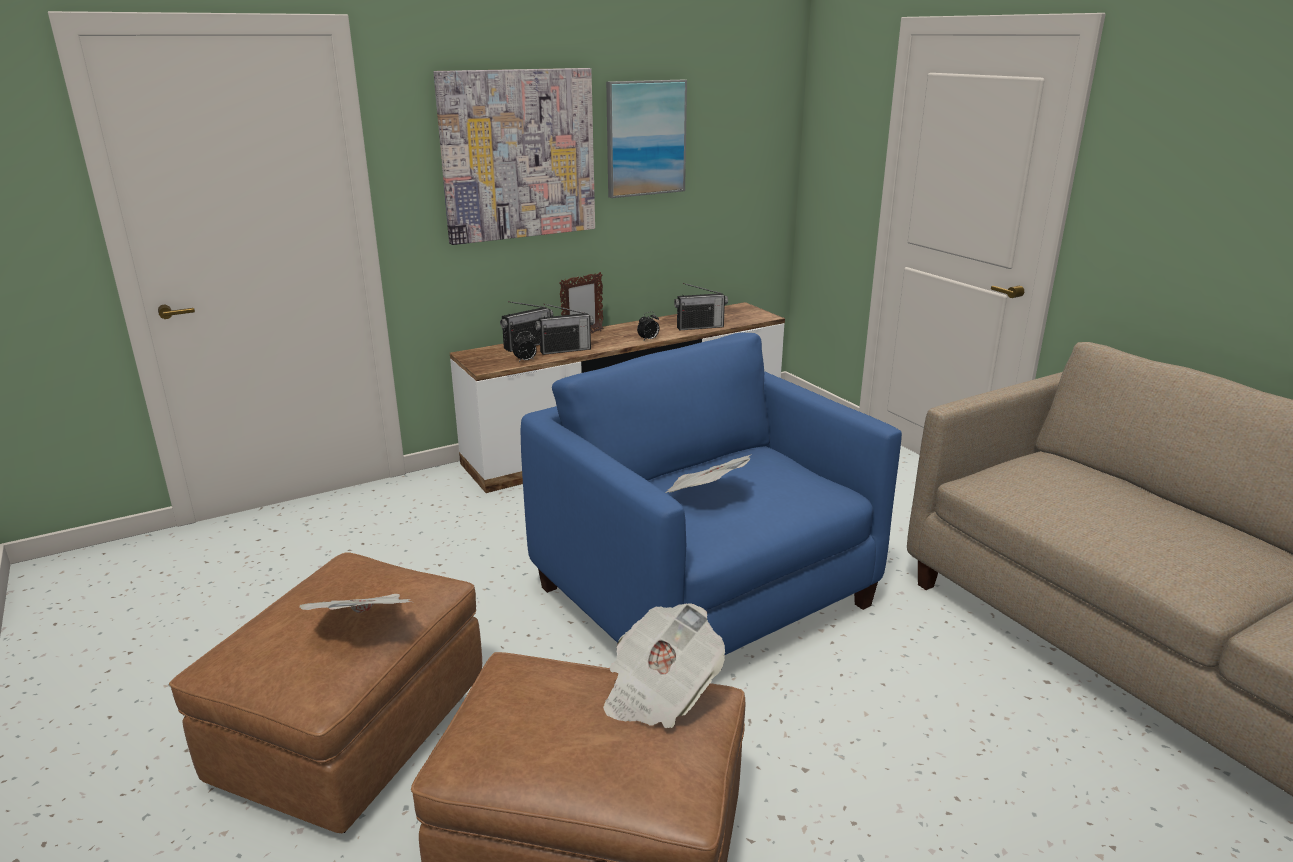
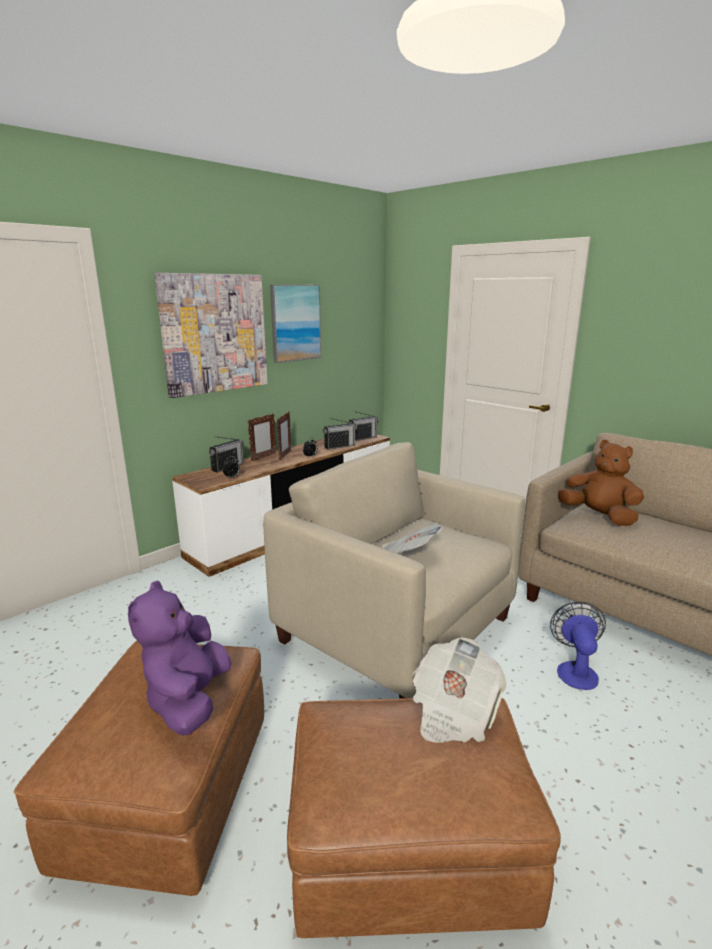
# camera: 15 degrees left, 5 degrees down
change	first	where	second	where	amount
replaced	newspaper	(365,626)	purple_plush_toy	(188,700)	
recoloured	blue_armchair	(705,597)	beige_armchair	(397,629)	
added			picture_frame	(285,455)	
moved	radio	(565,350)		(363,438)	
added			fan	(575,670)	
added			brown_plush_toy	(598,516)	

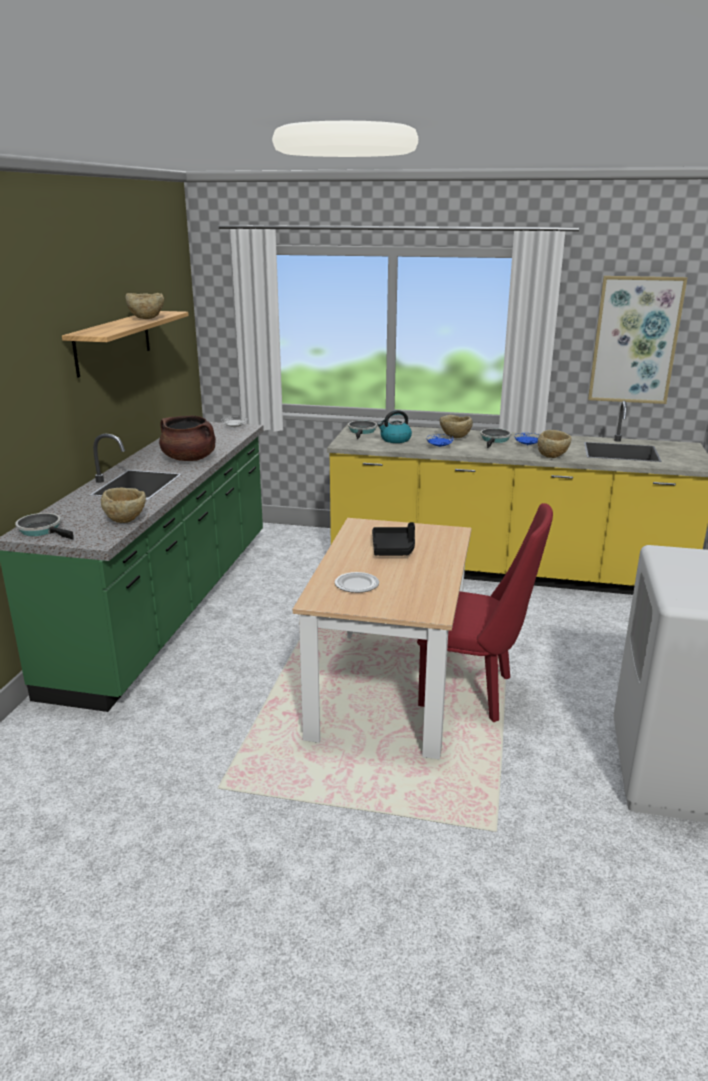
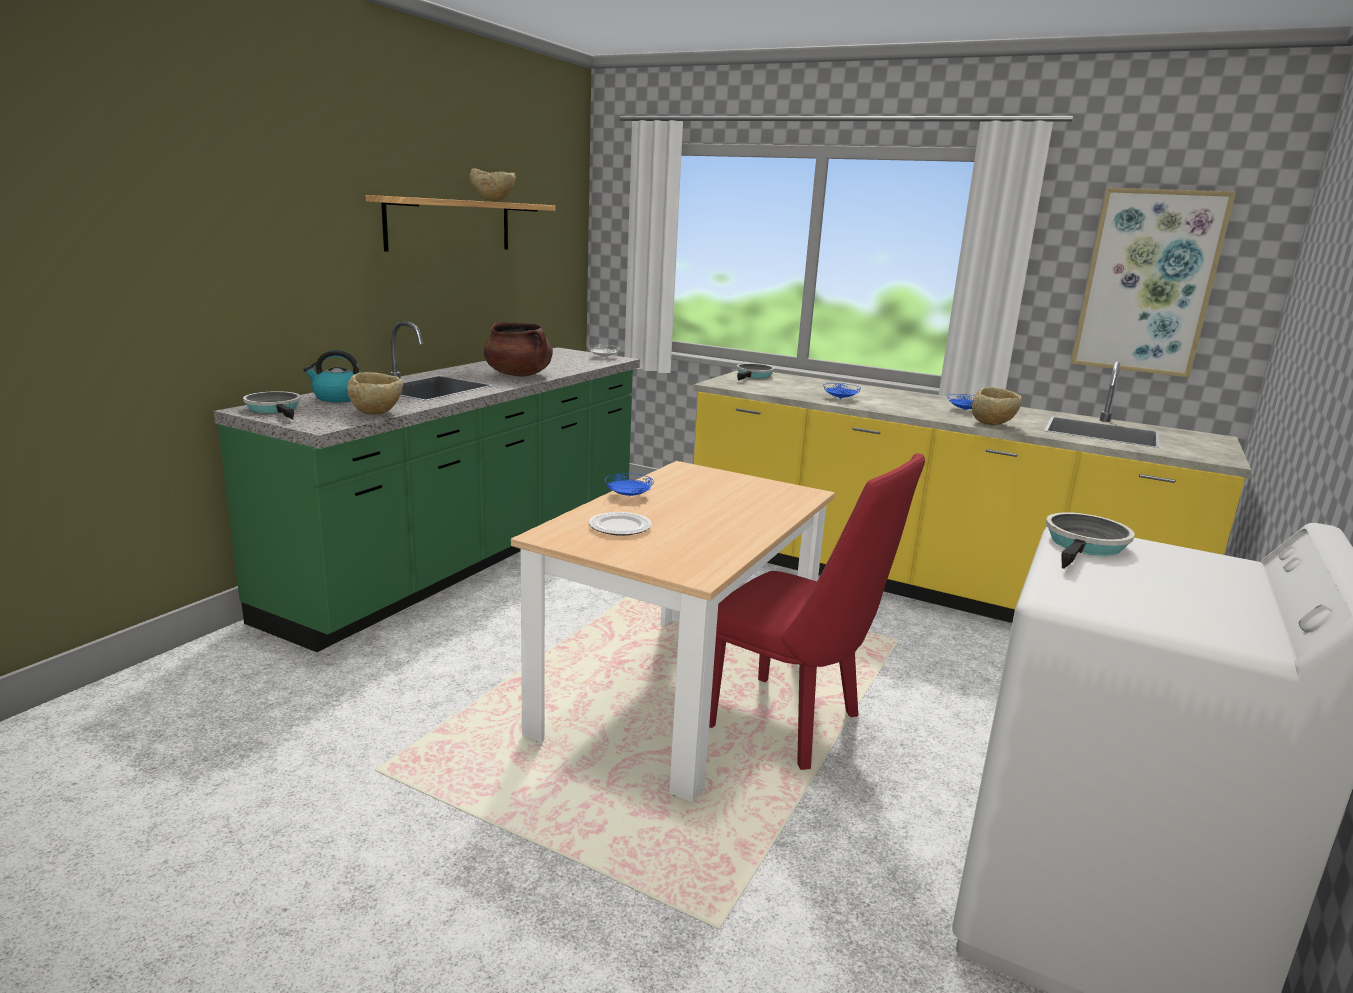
# camera: 15 degrees right, 5 degrees down
change	first	where	second	where	amount
moved	kettle	(395,440)		(338,398)	
added			blue_plate	(628,496)	
moved	frying_pan	(495,440)		(1085,545)	
removed	black_tray	(393,549)			
removed	beige_bowl	(455,438)			

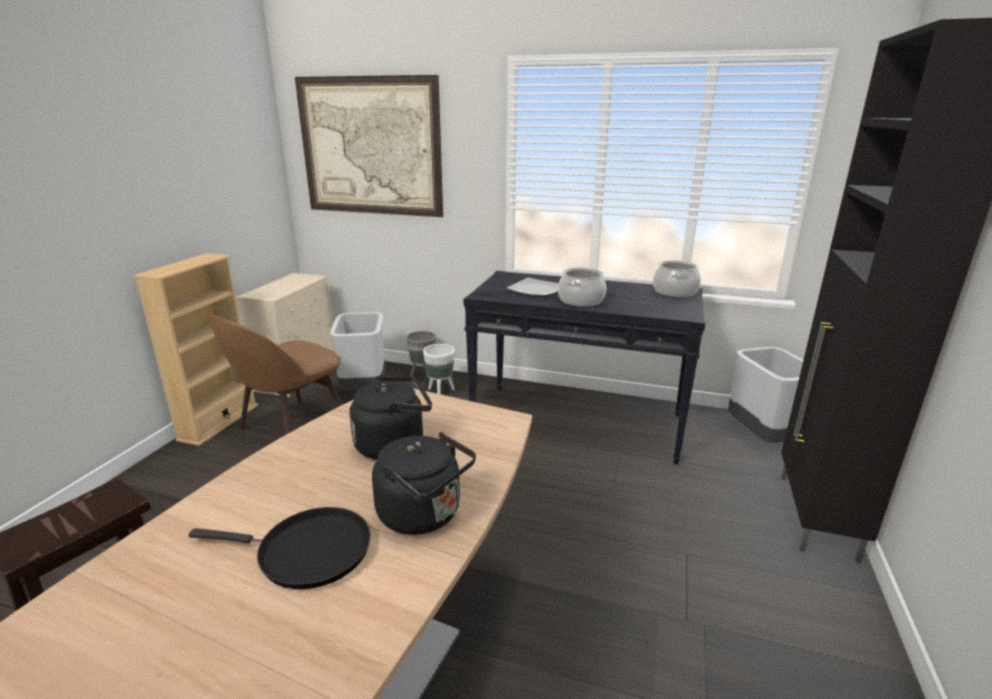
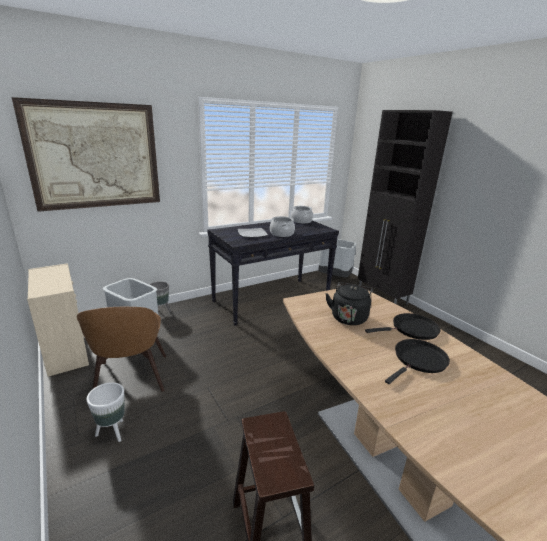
# camera: 50 degrees left, 0 degrees up
change	first	where	second	where	amount
moved	white_planter	(440,392)		(112,432)	
replaced	black_kettle	(424,515)	black_frying_pan	(412,329)	
removed	beige_bookcase	(219,422)			

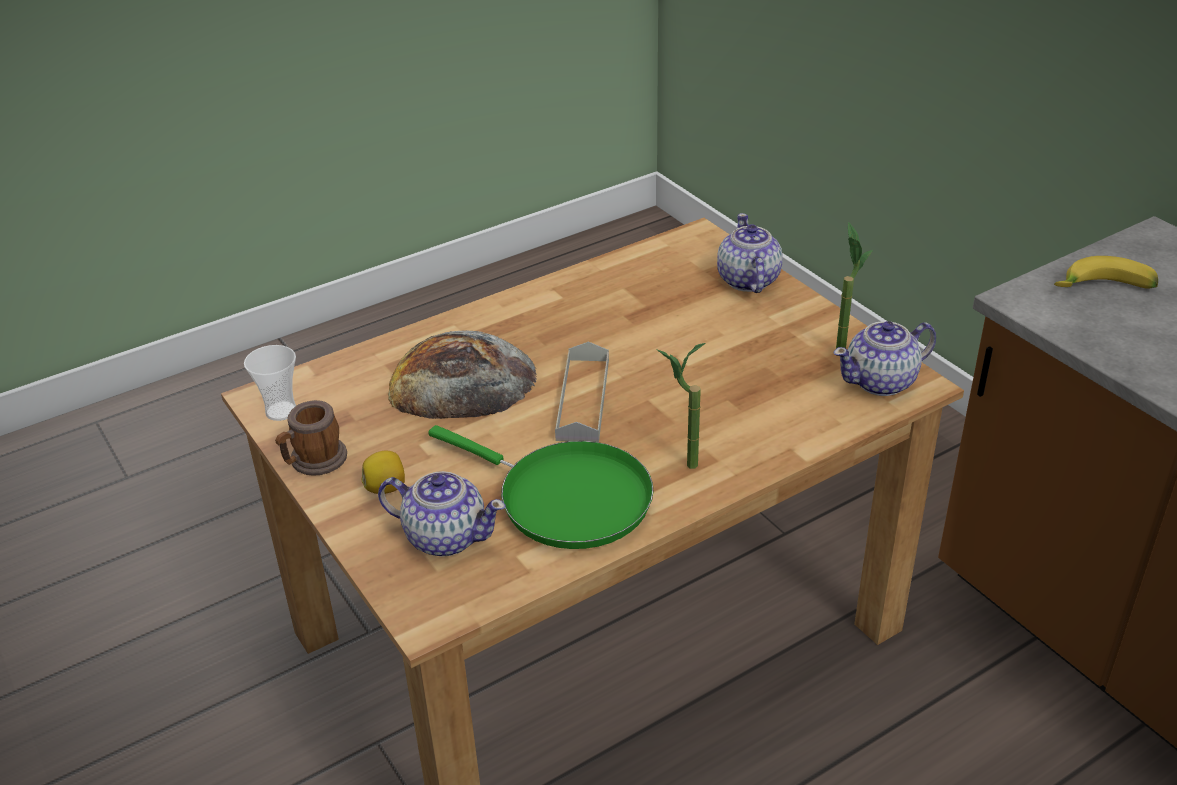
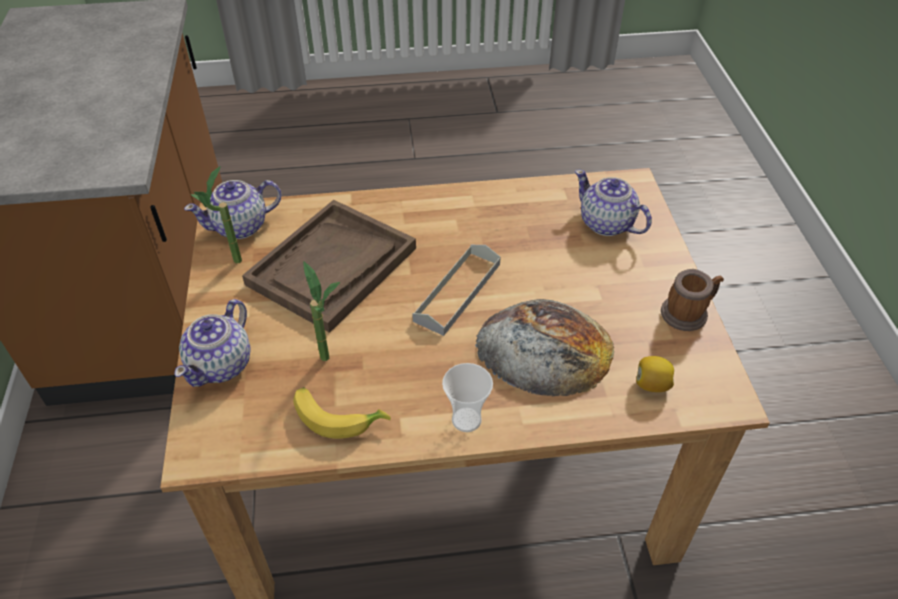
# camera: 155 degrees left, 10 degrees up
change	first	where	second	where	amount
turned	teapot	(881,381)		(241,226)	150 degrees clockwise
added			brown_tray	(332,267)	
moved	banana	(1104,290)		(338,416)	
moved	potted_plant	(680,464)		(332,362)	
moved	cup	(281,411)		(466,419)	
moved	lemon	(386,487)		(651,384)	
removed	green_frying_pan	(566,498)			

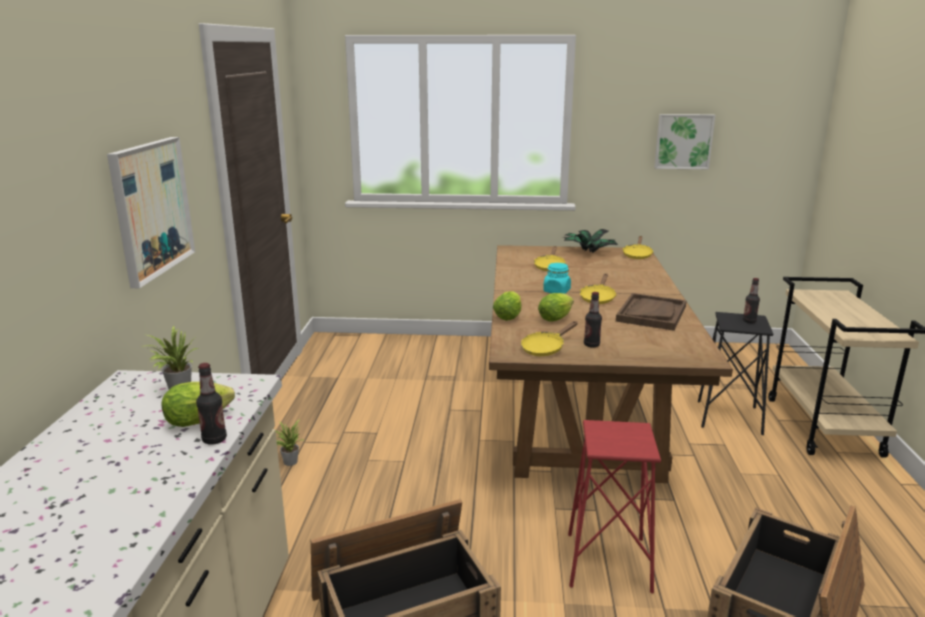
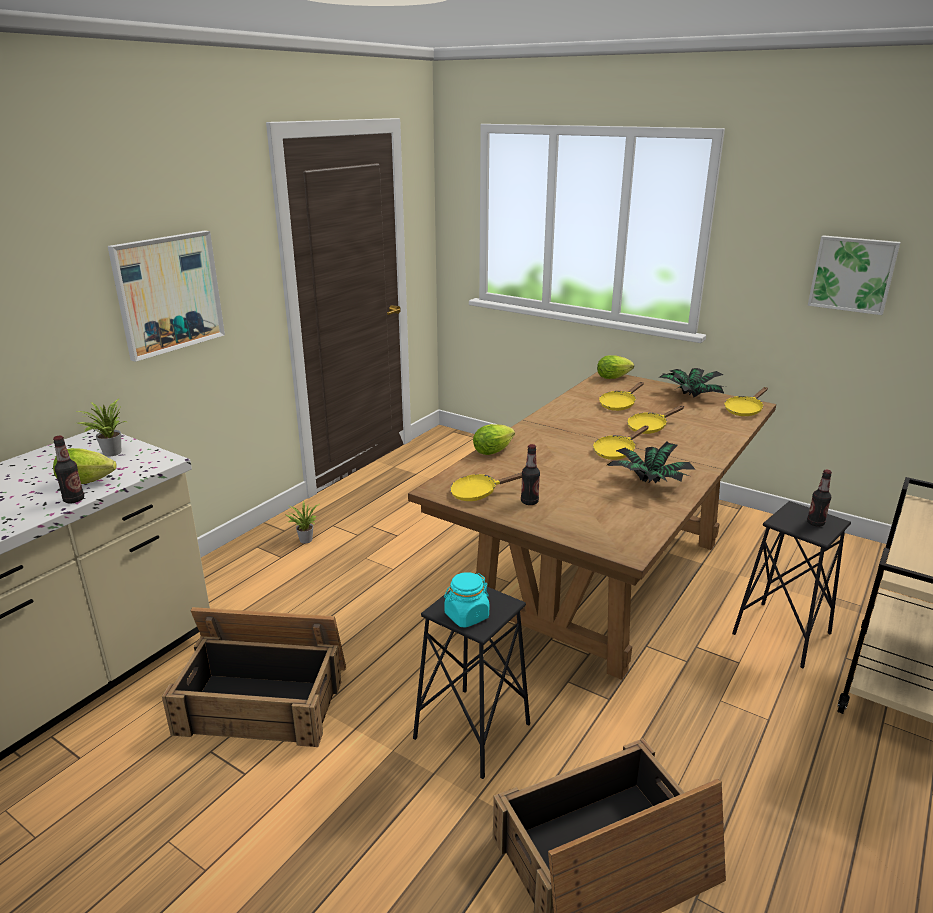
# camera: 30 degrees right, 5 degrees up
change	first	where	second	where	amount
recoloured	red_stool	(607,562)	black_stool	(472,731)	
moved	turquoise_jar	(556,291)		(466,616)	
moved	lettuce	(557,318)		(615,377)	
replaced	brown_tray	(651,314)	potted_plant	(649,484)	
added			yellow_frying_pan	(649,427)	

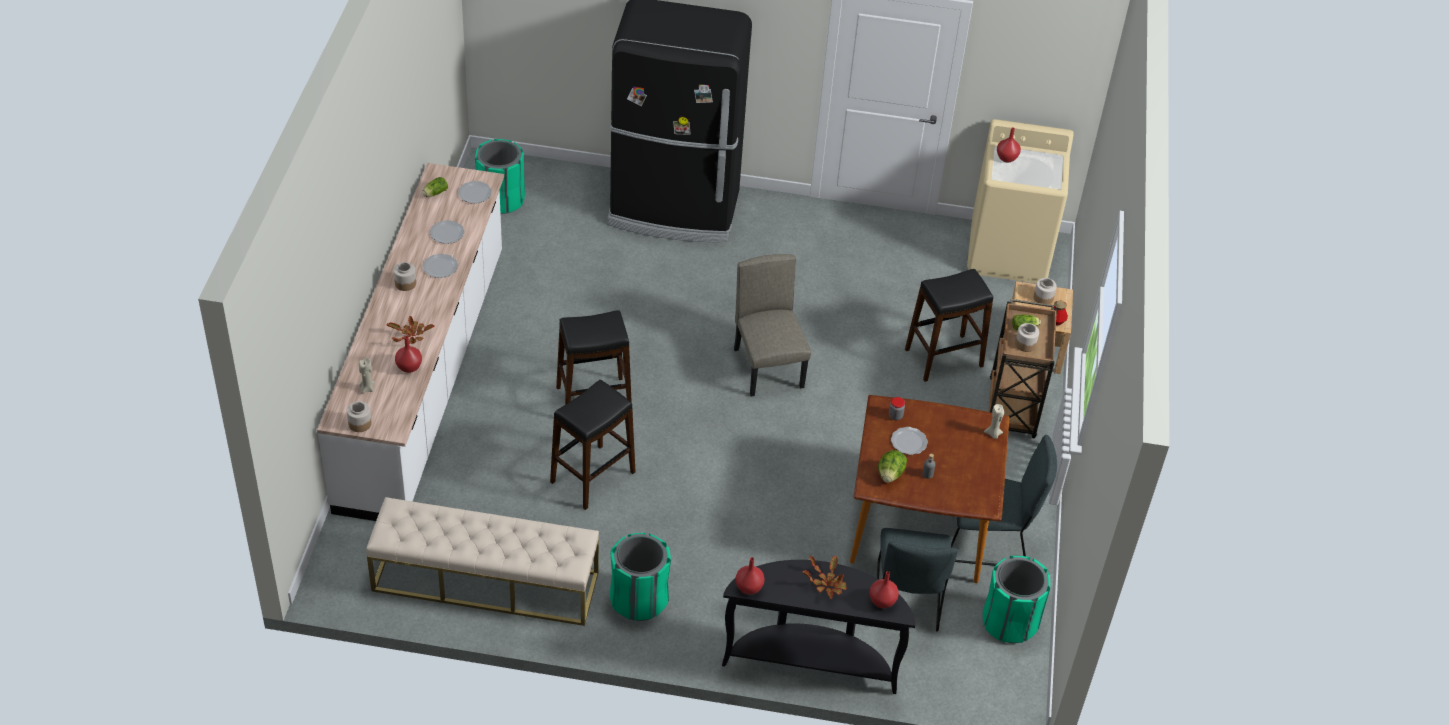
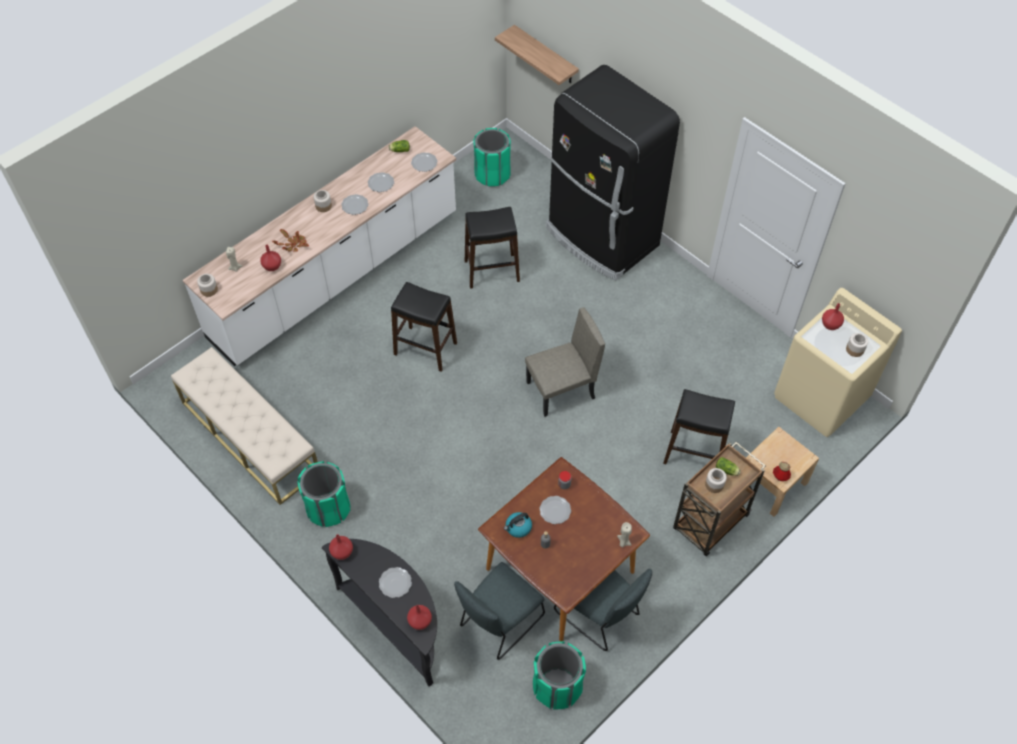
# camera: 40 degrees right, 10 degrees up
change	first	where	second	where	amount
replaced	potted_plant	(827,584)	plate	(395,583)	
moved	black_stool	(593,477)		(492,271)	
added			shelf	(545,55)	
replaced	lettuce	(890,475)	kettle	(518,528)	
turned	beige_chair	(769,368)		(561,390)	45 degrees clockwise
moved	jar	(1043,298)		(855,349)	

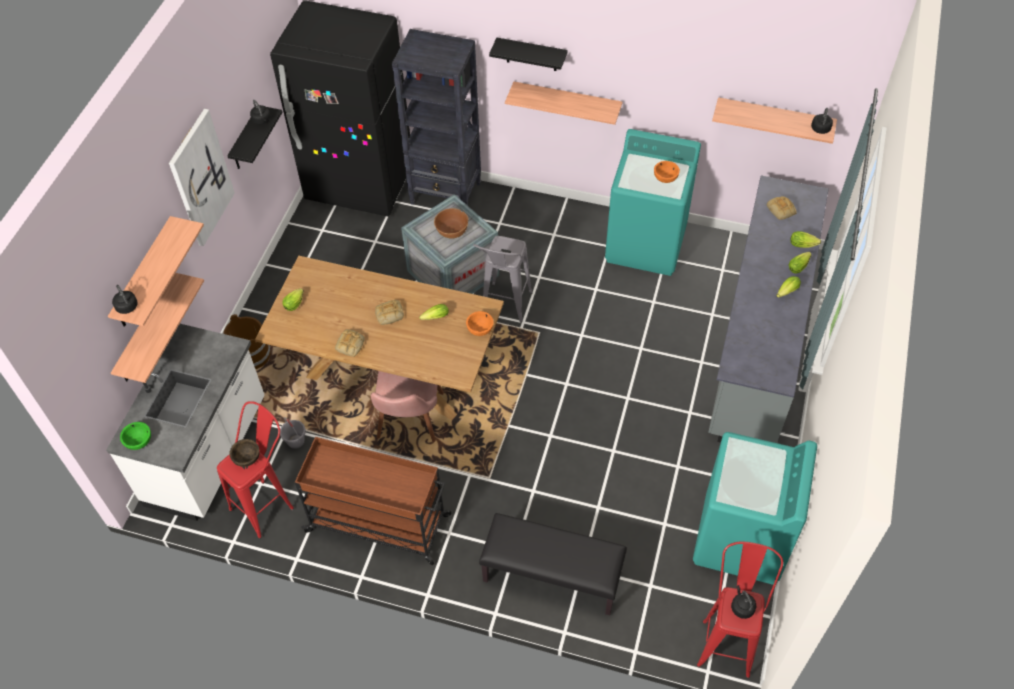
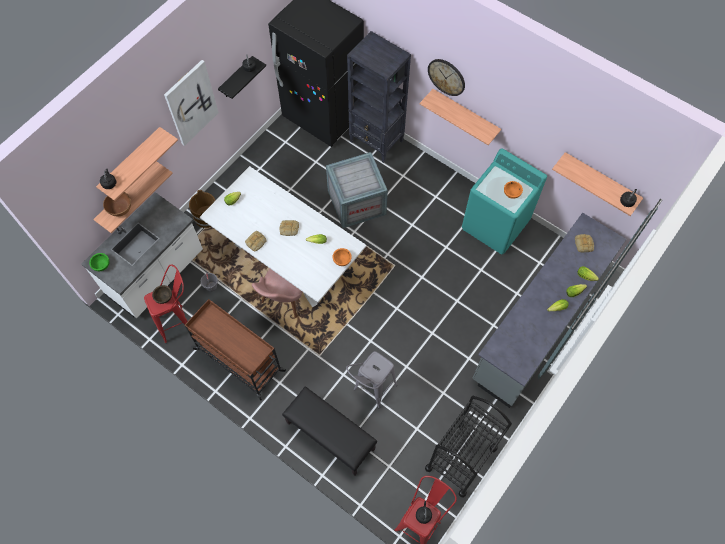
# camera: 20 degrees right, 10 degrees up
change	first	where	second	where	amount
moved	brown_bowl	(452,231)		(120,208)	
recoloured	brown_dining_table	(389,372)	white_dining_table	(287,259)	
moved	grey_stool	(504,309)		(371,392)	
replaced	turquoise_washing_machine	(740,539)	black_cart	(461,458)	
replaced	black_shelf	(531,54)	wall_clock	(446,77)	

